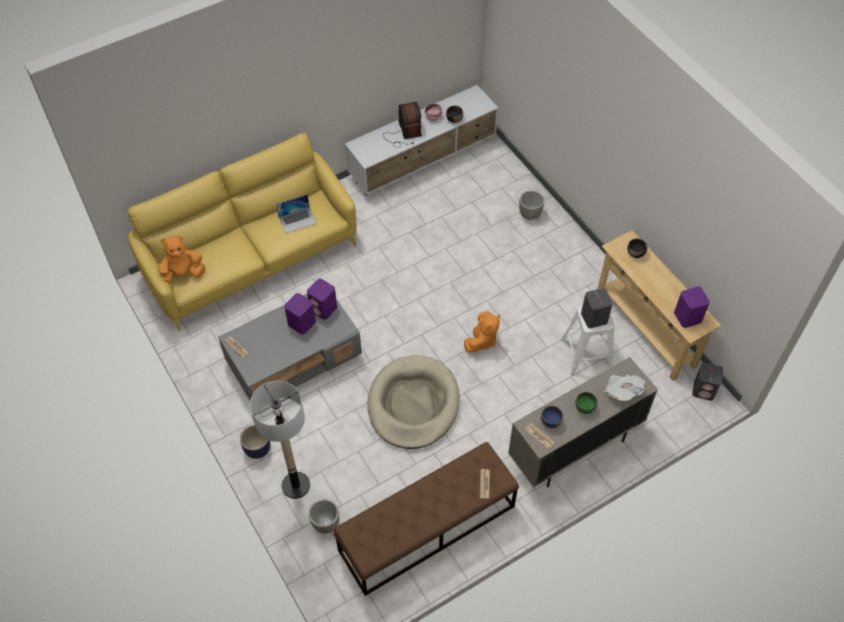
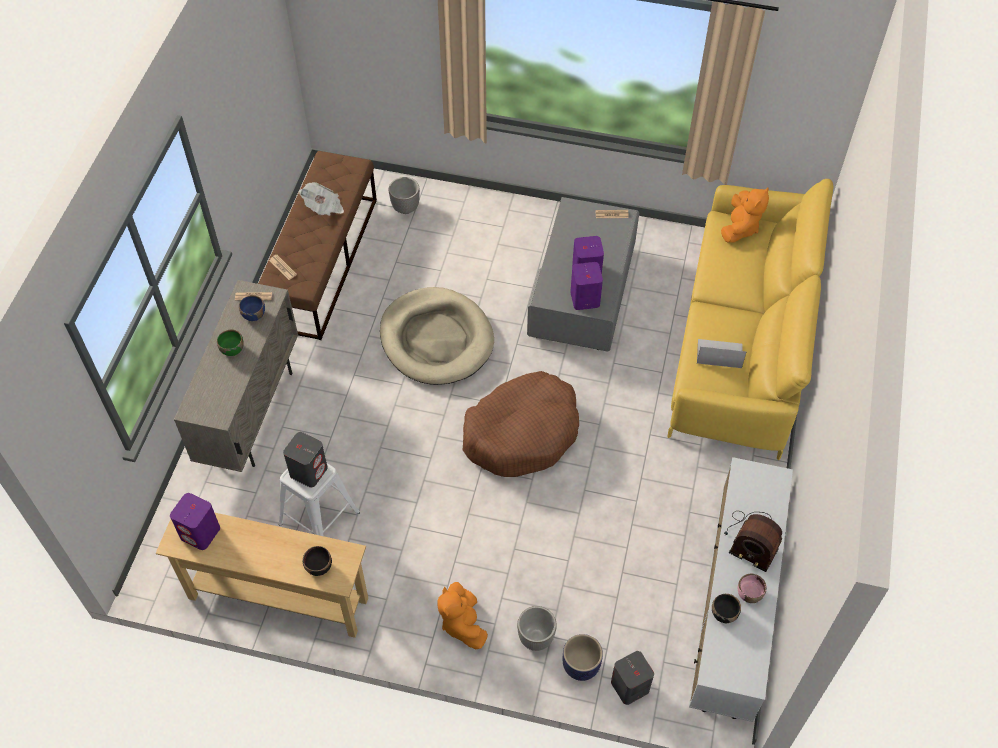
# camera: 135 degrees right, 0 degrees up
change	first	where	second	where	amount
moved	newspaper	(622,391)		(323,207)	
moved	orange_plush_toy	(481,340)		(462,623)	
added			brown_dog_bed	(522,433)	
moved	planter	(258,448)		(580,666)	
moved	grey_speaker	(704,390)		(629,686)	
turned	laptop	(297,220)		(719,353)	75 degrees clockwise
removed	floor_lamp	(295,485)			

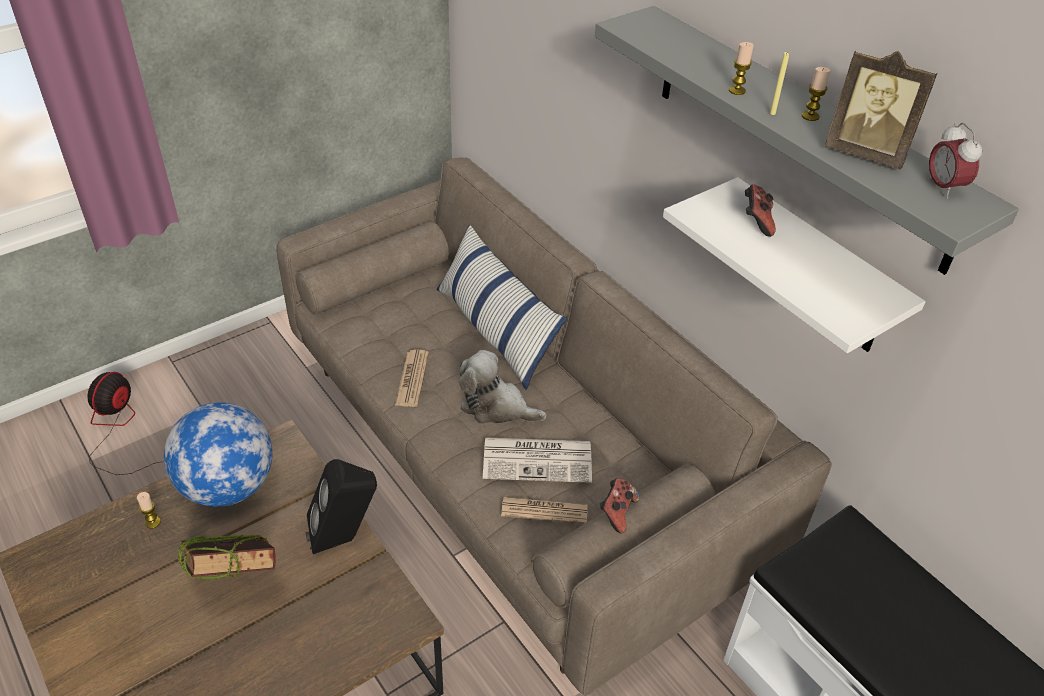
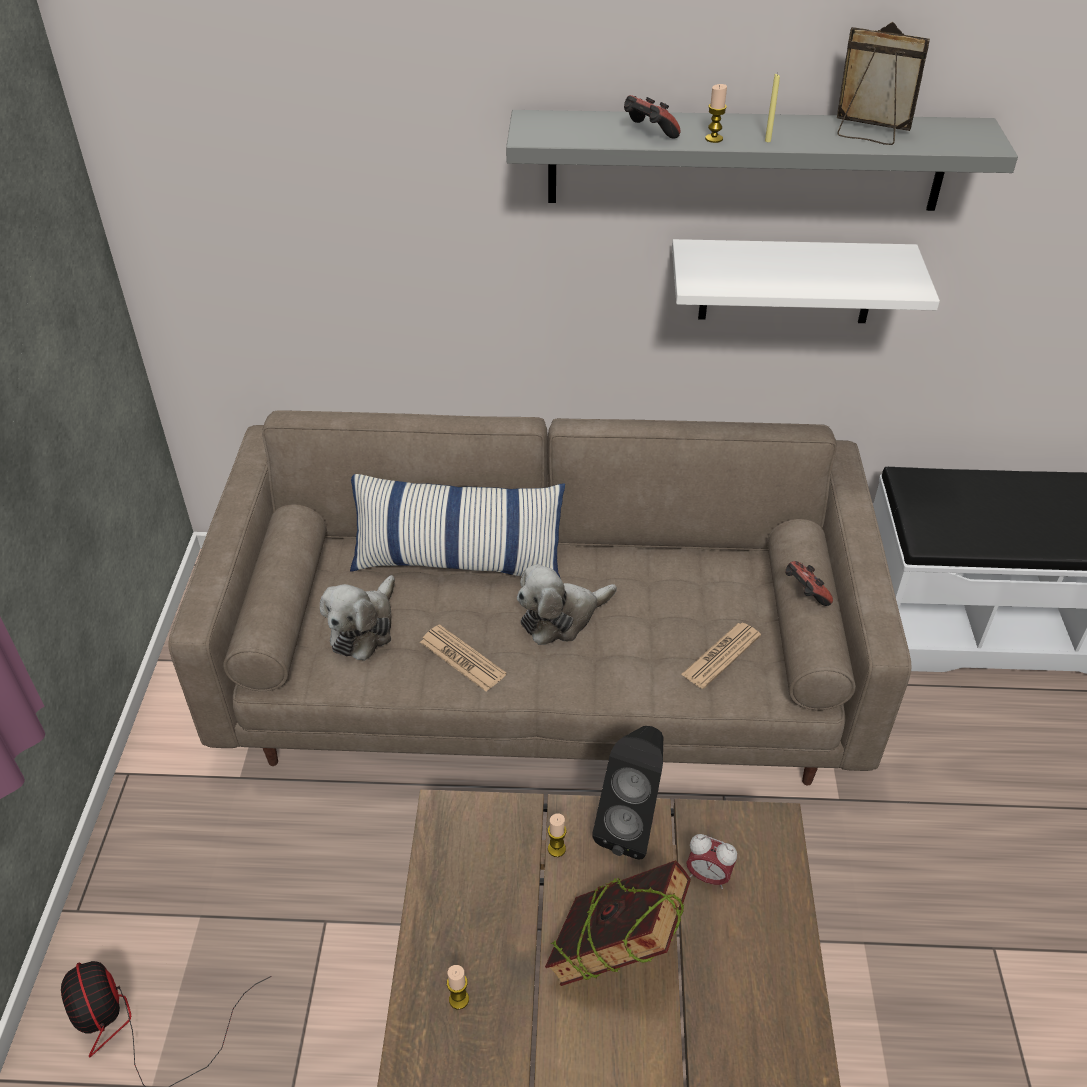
# camera: 50 degrees left, 0 degrees up
change	first	where	second	where	amount
added			plush_toy	(364,628)	
moved	candle	(810,116)		(556,849)	
moved	game_controller	(756,222)		(648,134)	
moved	alarm_clock	(943,188)		(708,876)	
turned	picture_frame	(866,153)		(868,133)	135 degrees counterclockwise
removed	globe	(228,486)			
removed	newspaper	(539,459)			

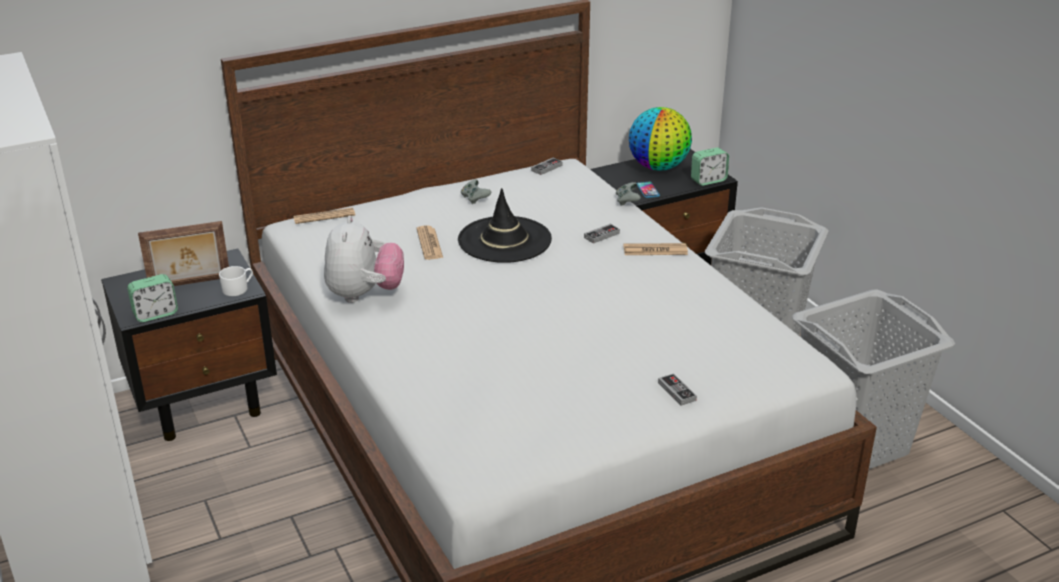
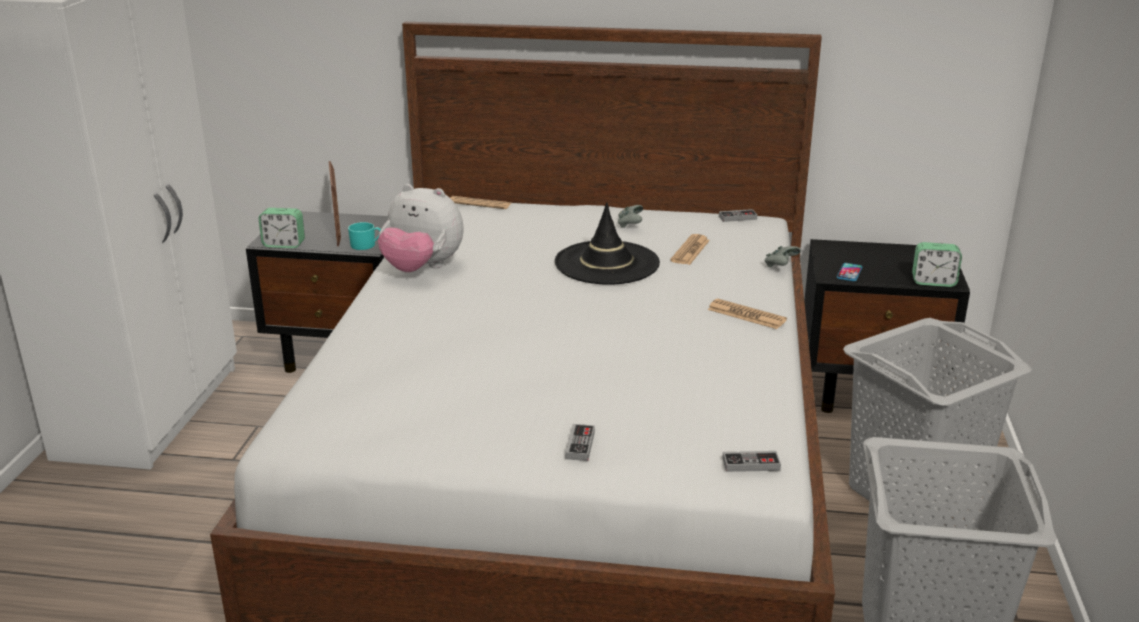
# camera: 35 degrees right, 5 degrees down
change	first	where	second	where	amount
turned	picture_frame	(190,283)		(338,231)	120 degrees counterclockwise
recoloured	white_mug	(238,289)	turquoise_mug	(366,245)	
turned	plush_toy	(364,294)		(422,269)	75 degrees clockwise
moved	newspaper	(429,243)		(690,251)	
moved	game_controller	(601,235)		(751,464)	
removed	globe	(658,167)			

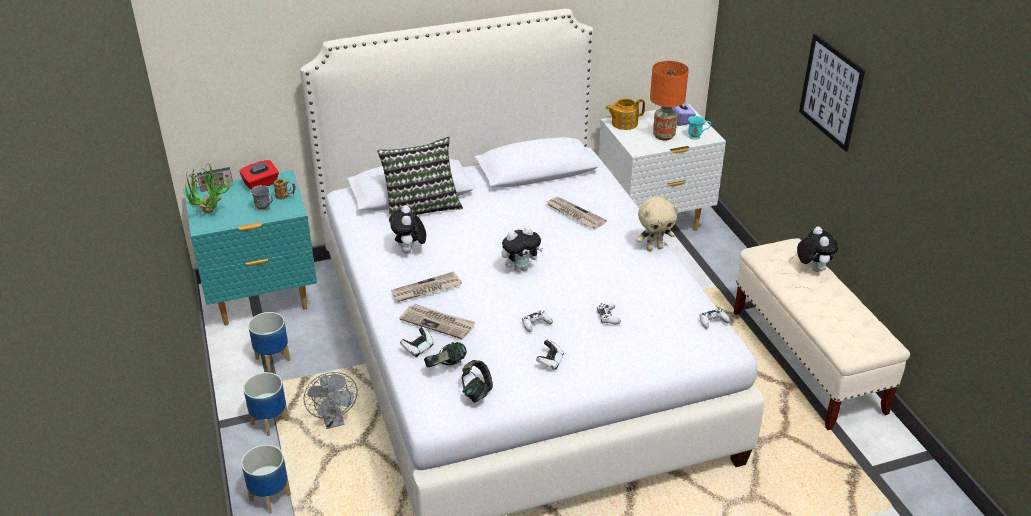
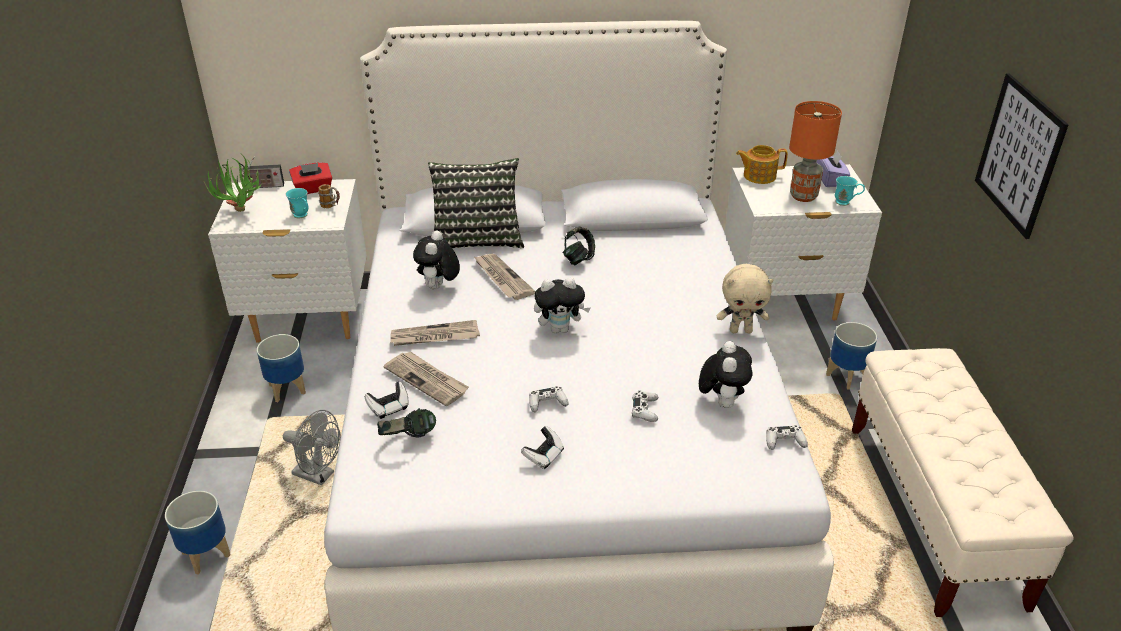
# camera: 15 degrees right, 0 degrees up
change	first	where	second	where	amount
recoloured	turquoise_nightstand	(262,300)	white_nightstand	(308,321)	
turned	grey_fan	(334,421)		(319,475)	60 degrees counterclockwise
recoloured	grey_mug	(265,209)	turquoise_mug	(302,216)	
moved	newspaper	(574,214)		(502,278)	
moved	headphones	(476,392)		(578,258)	
moved	plush_toy	(812,268)		(721,402)	
moved	planter	(270,422)		(846,377)	

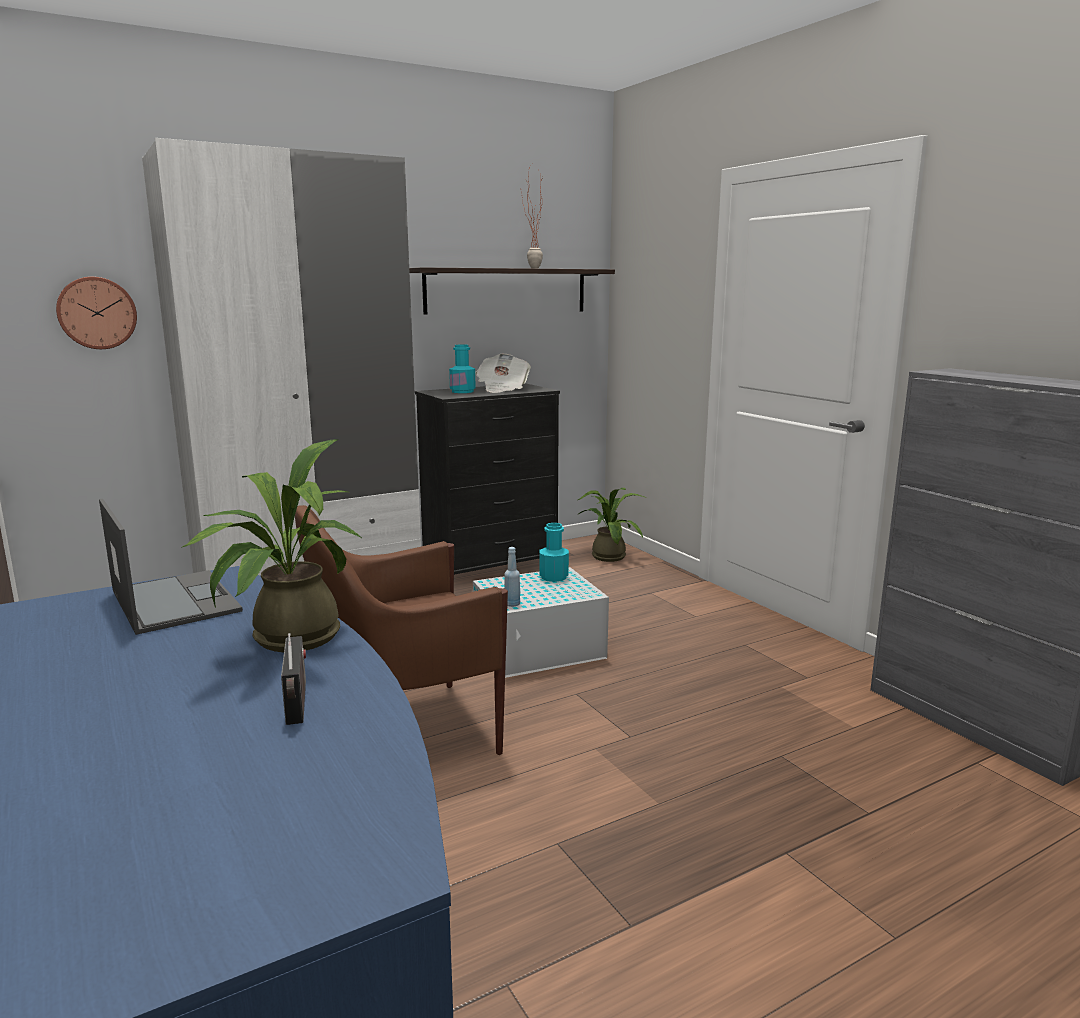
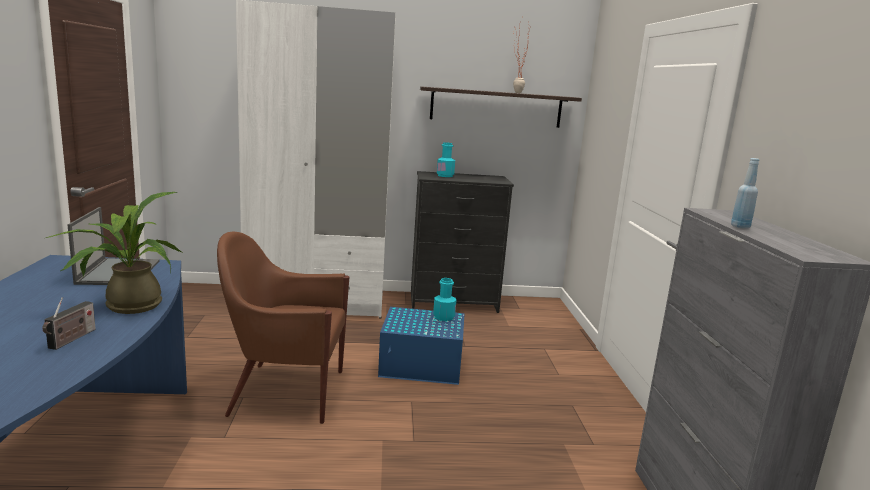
# camera: 25 degrees right, 0 degrees up
change	first	where	second	where	amount
recoloured	white_storage_box	(541,649)	blue_storage_box	(422,366)	
moved	blue_bottle	(512,604)		(740,227)	
removed	wall_clock	(97,313)			
removed	newspaper	(502,389)			
removed	potted_plant	(608,555)			

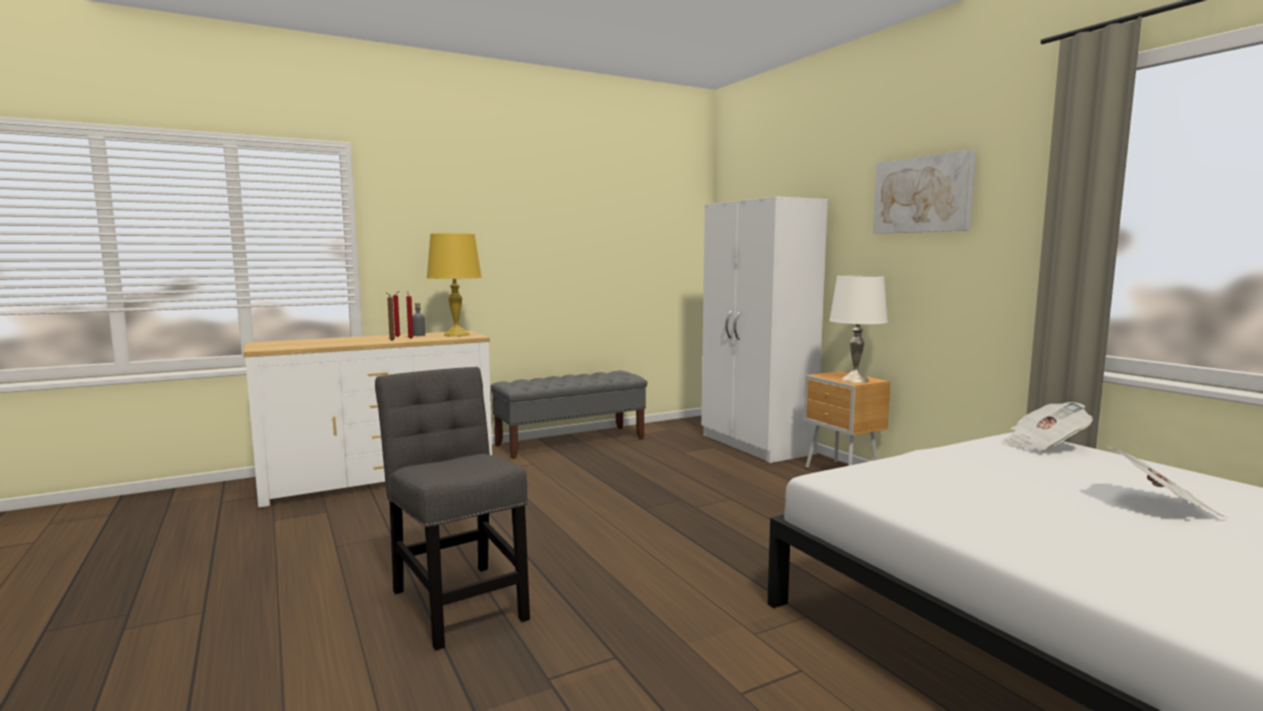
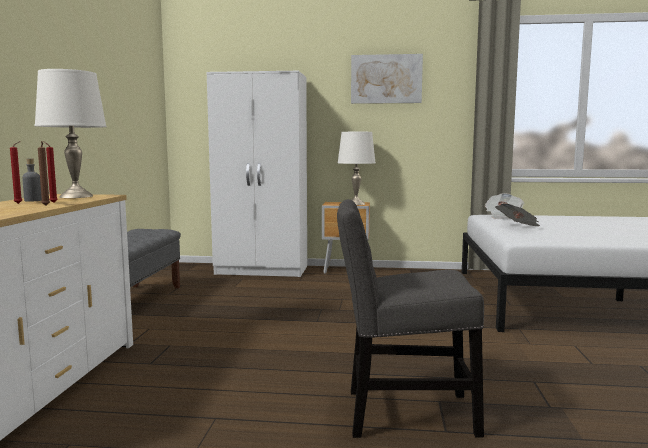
# camera: 55 degrees left, 0 degrees up
change	first	where	second	where	amount
recoloured	yellow_table_lamp	(457,335)	white_table_lamp	(76,196)	
moved	newspaper	(1161,505)		(518,227)	

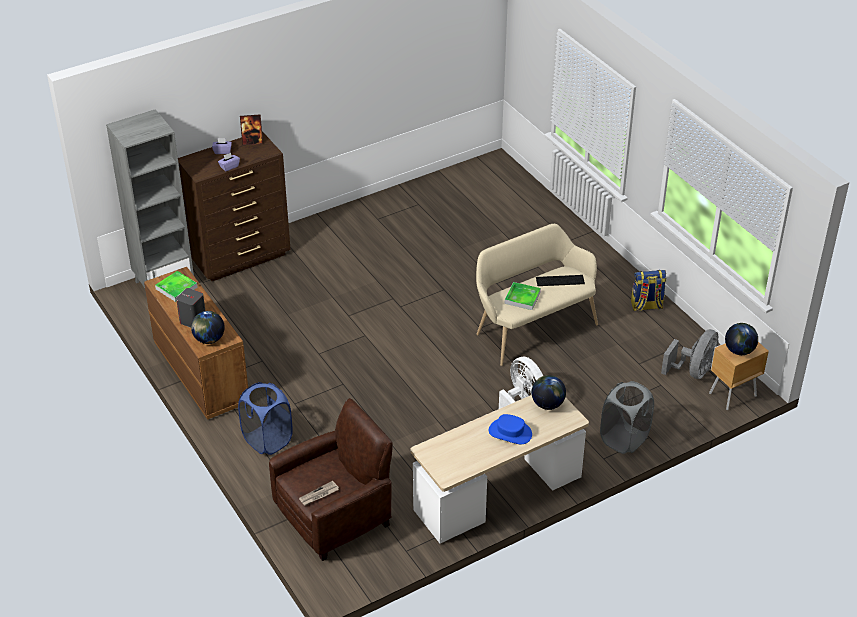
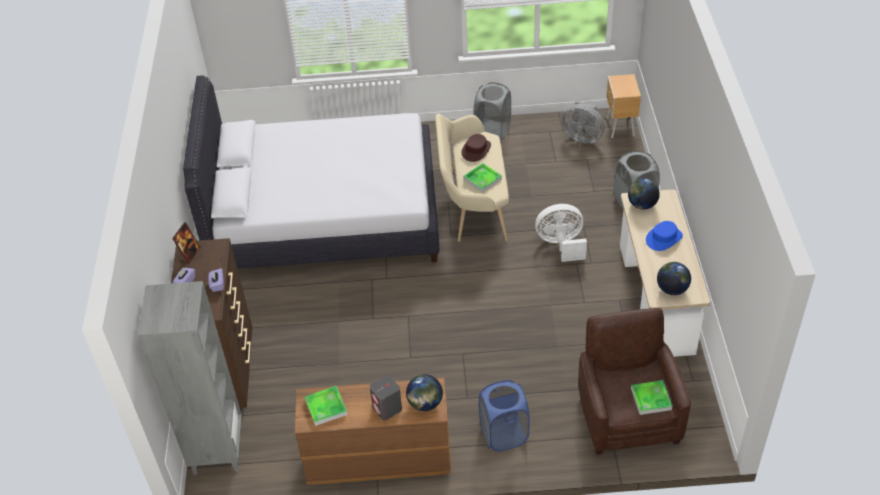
# camera: 60 degrees left, 5 degrees up
change	first	where	second	where	amount
added			white_bed	(325,216)	
replaced	keyboard	(560,280)	brown_hat	(476,150)	
replaced	backpack	(646,306)	grey_laundry_basket	(492,131)	
turned	grey_fan	(693,371)		(583,136)	150 degrees clockwise
replaced	newspaper	(319,495)	tray	(651,399)	
moved	globe	(739,350)		(672,289)	

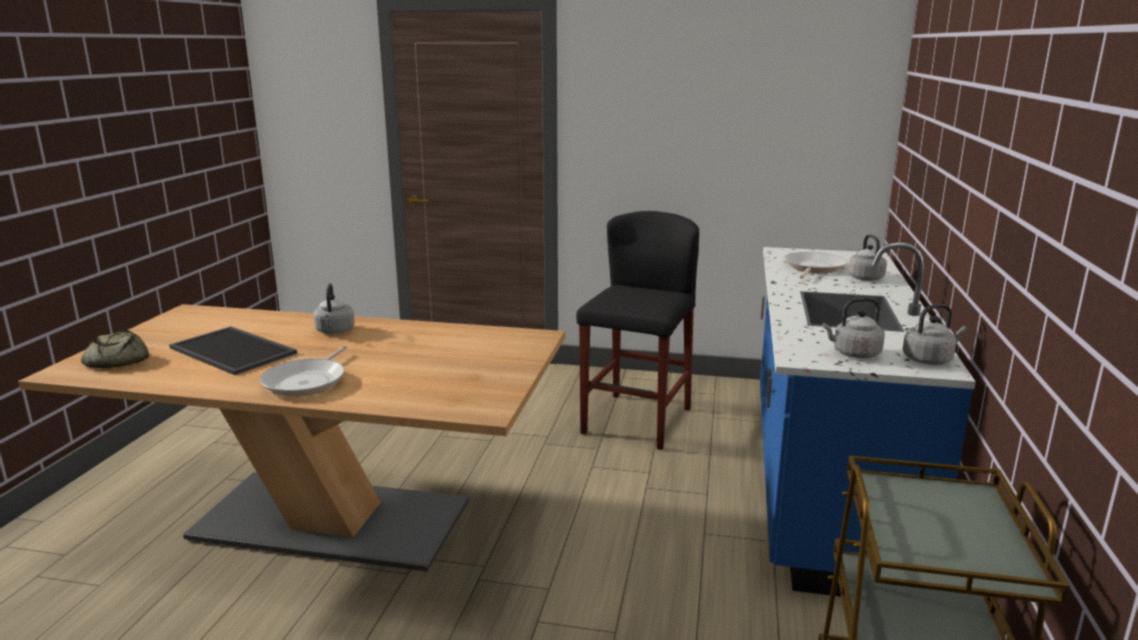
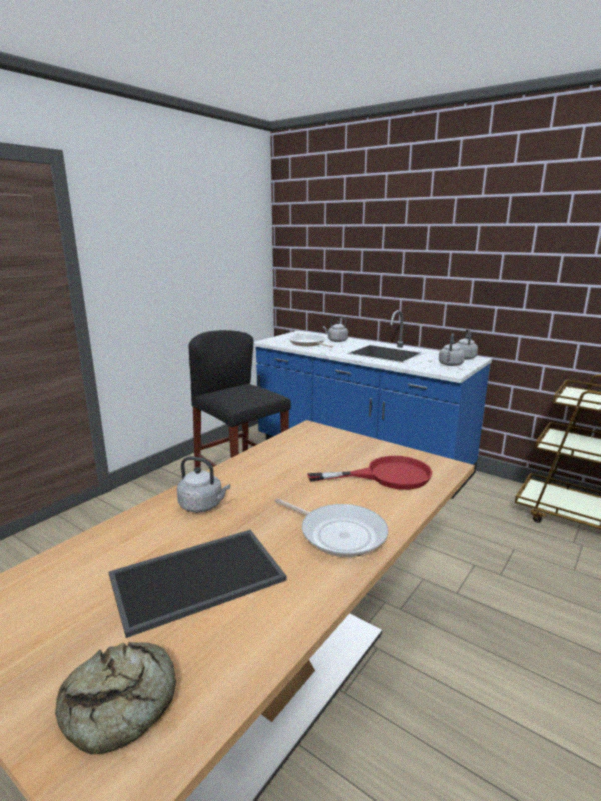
# camera: 65 degrees left, 0 degrees up
change	first	where	second	where	amount
added			red_frying_pan	(386,476)	

